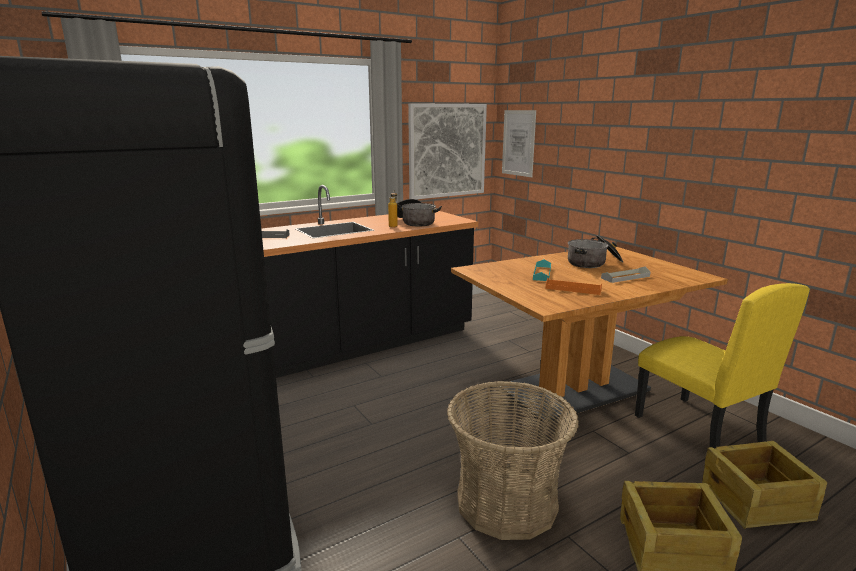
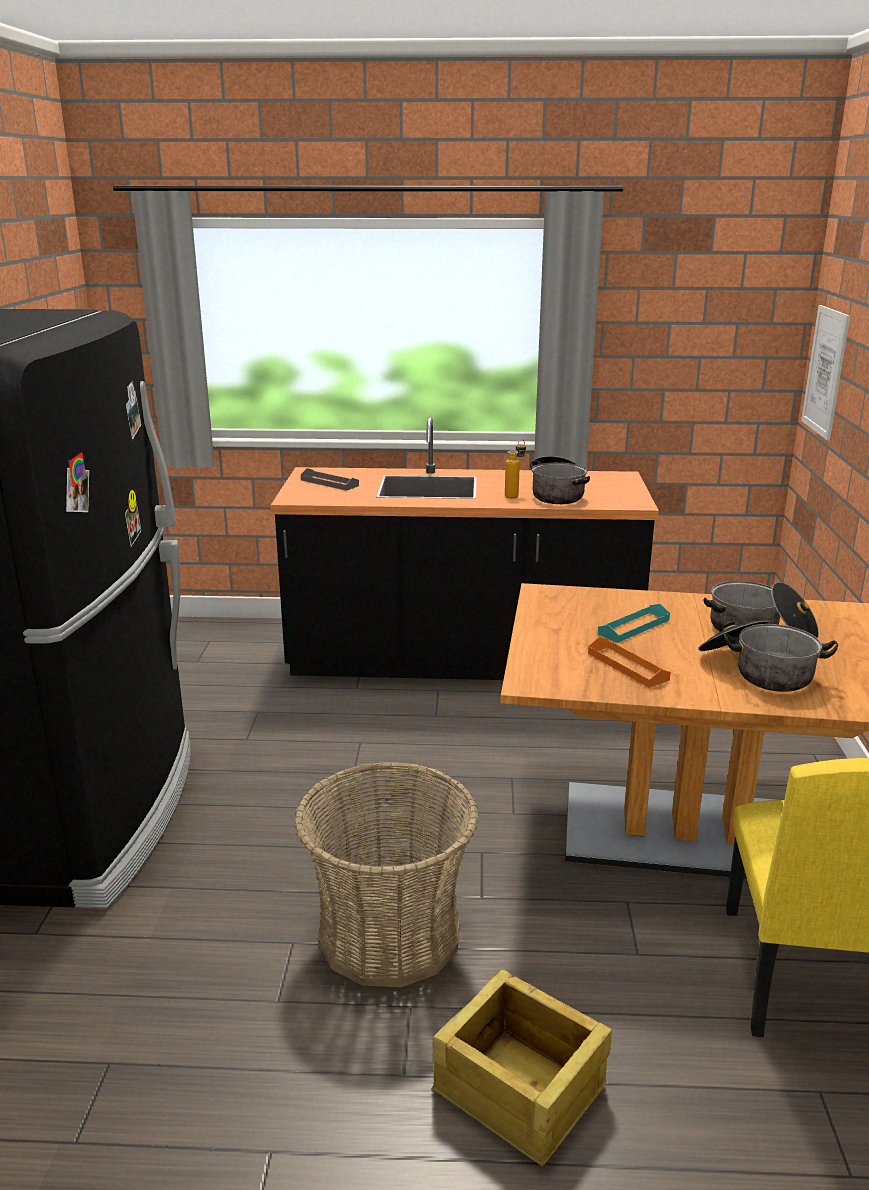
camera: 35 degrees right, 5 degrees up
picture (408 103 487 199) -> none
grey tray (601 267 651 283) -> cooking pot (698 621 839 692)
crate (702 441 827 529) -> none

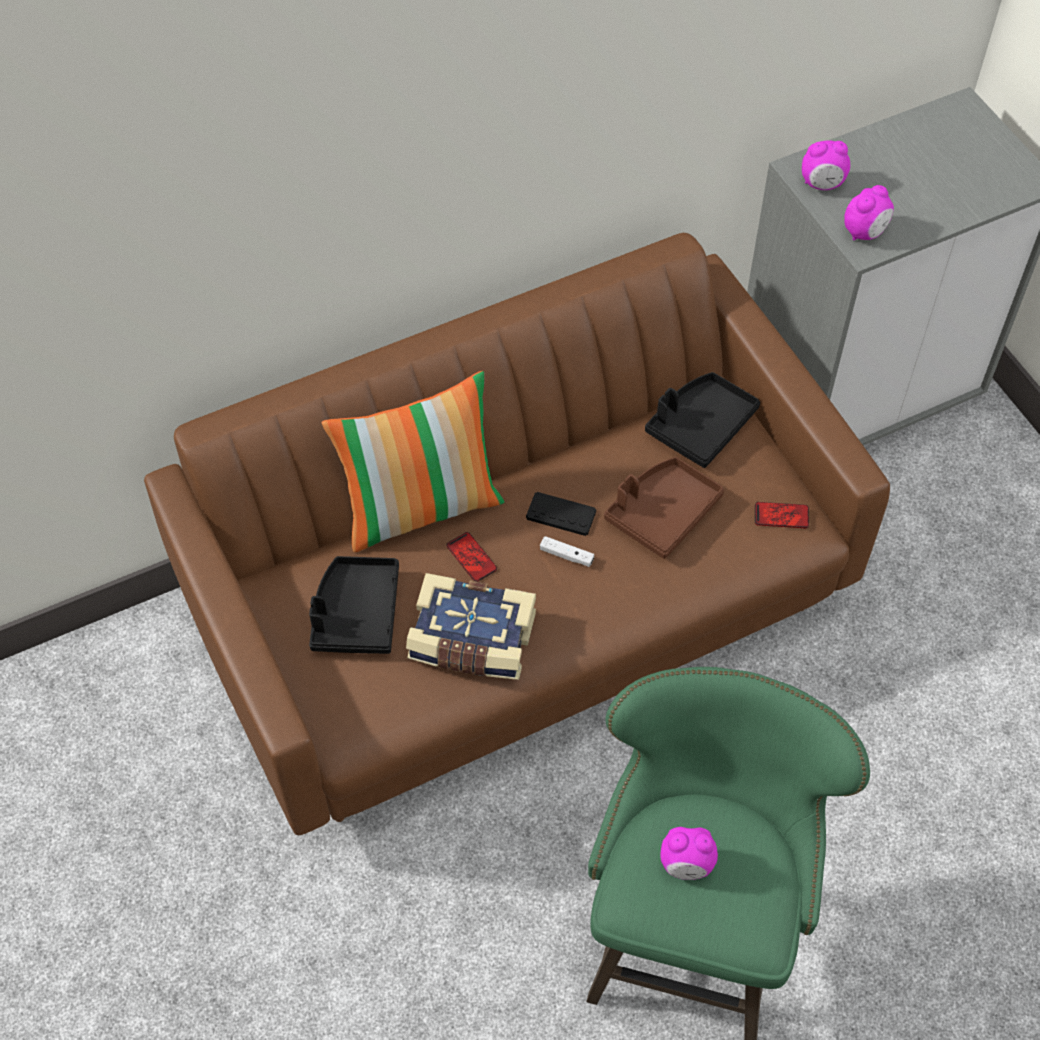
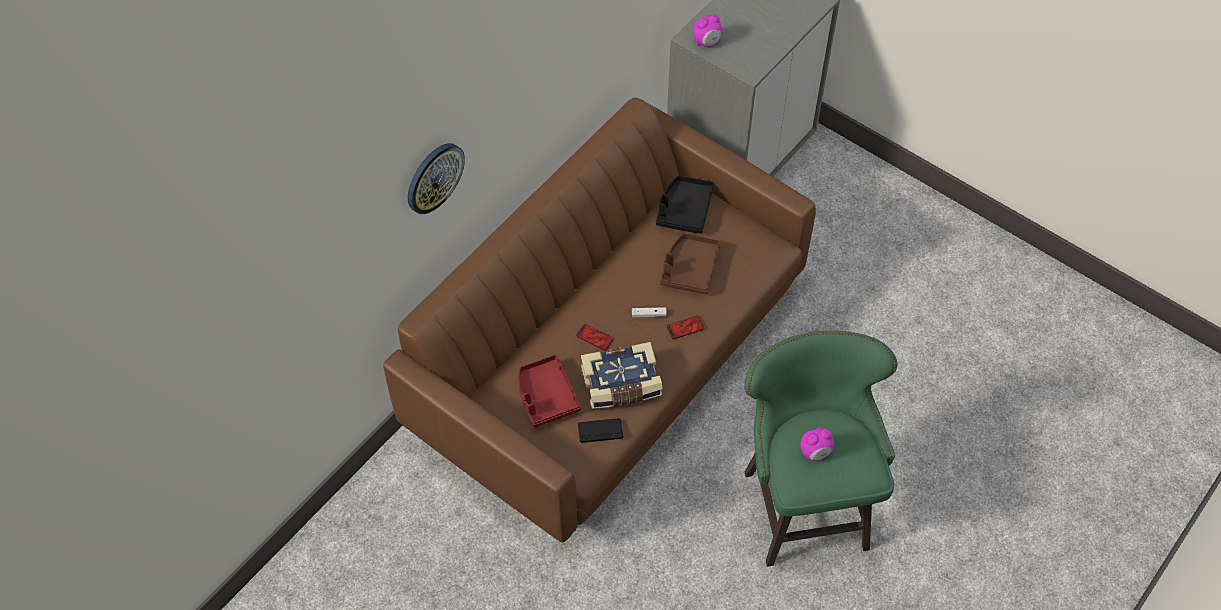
camera: 25 degrees left, 0 degrees up
alarm clock (844 185 894 241) -> none
pillow (322 371 505 553) -> none
black game controller (526 492 596 536) -> black game controller (578 418 623 443), moved
phone (755 502 809 528) -> phone (667 316 704 339), moved
black tray (309 556 399 654) -> red tray (518 355 581 427)
none -> wall clock (408 143 465 214)

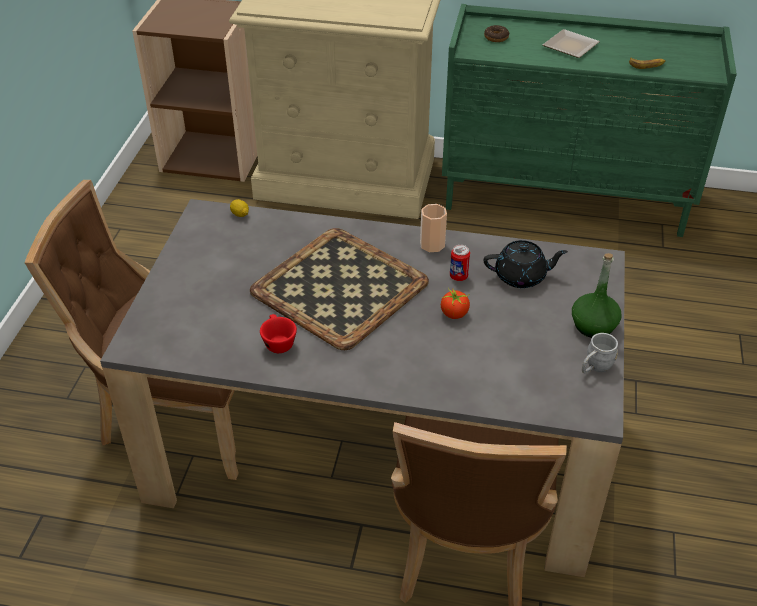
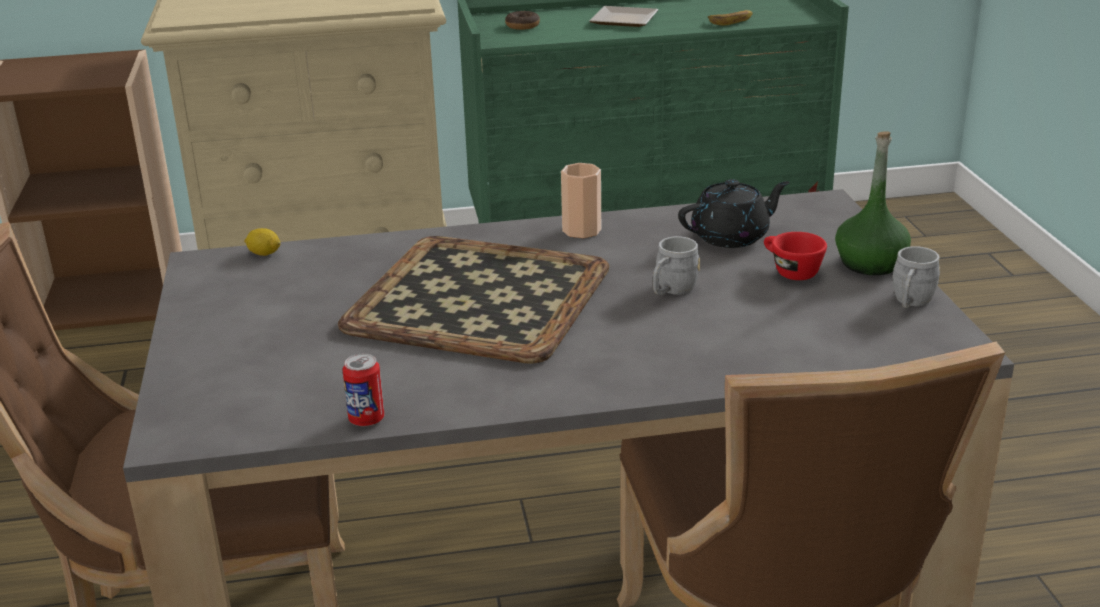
camera: 20 degrees left, 15 degrees down
can (450 245 470 281) -> can (342 354 384 427), moved
tomato (441 288 470 319) -> grey mug (653 236 700 295)
red cup (260 314 297 353) -> red cup (764 232 827 280), moved

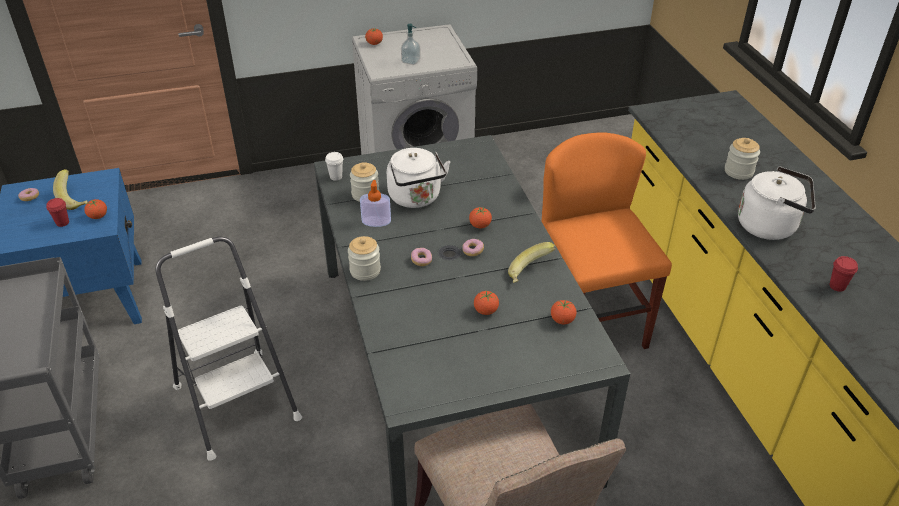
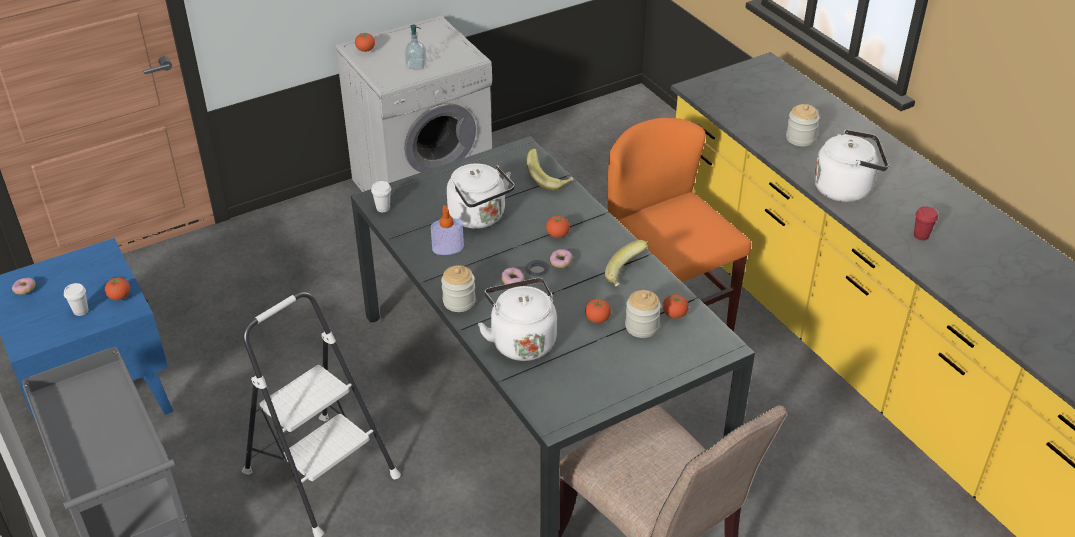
camera: 15 degrees left, 0 degrees up
jar (350 162 379 202) -> jar (625 290 661 338), moved
banana (53 169 87 210) -> banana (526 148 574 190), moved
red cup (46 198 69 227) -> white cup (64 283 89 316)
none -> white kettle (478 278 557 361)

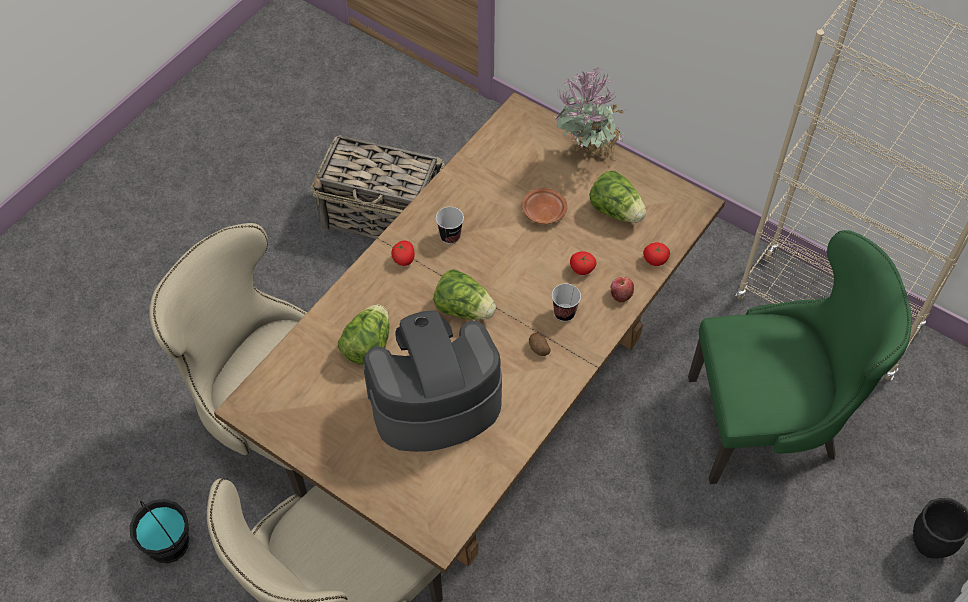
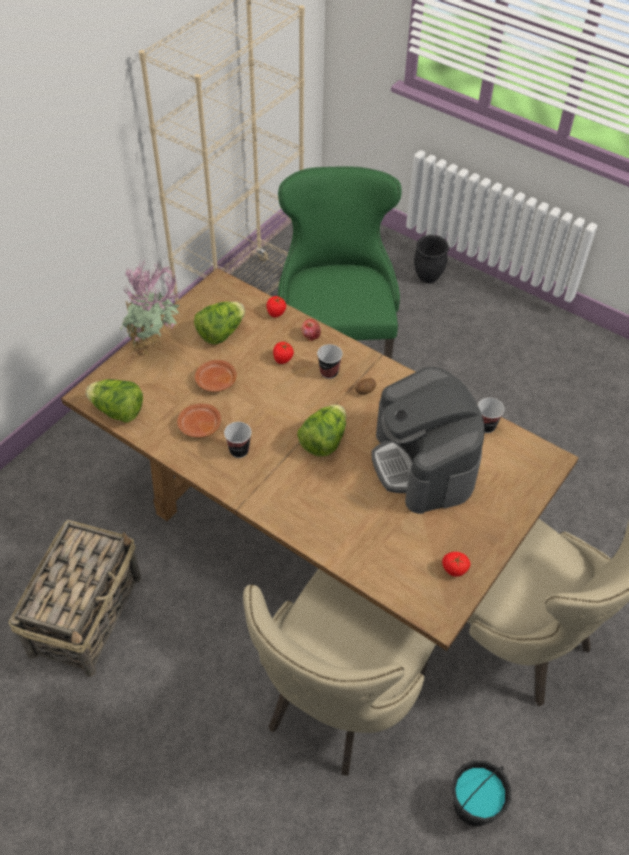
camera: 90 degrees left, 5 degrees down
tomato (391 241 415 266) -> tomato (442 552 470 577), moved
lettuce (338 304 389 366) -> lettuce (86 379 143 423), moved
none -> cup (478 398 504 433)
none -> brown plate (177 403 221 437)

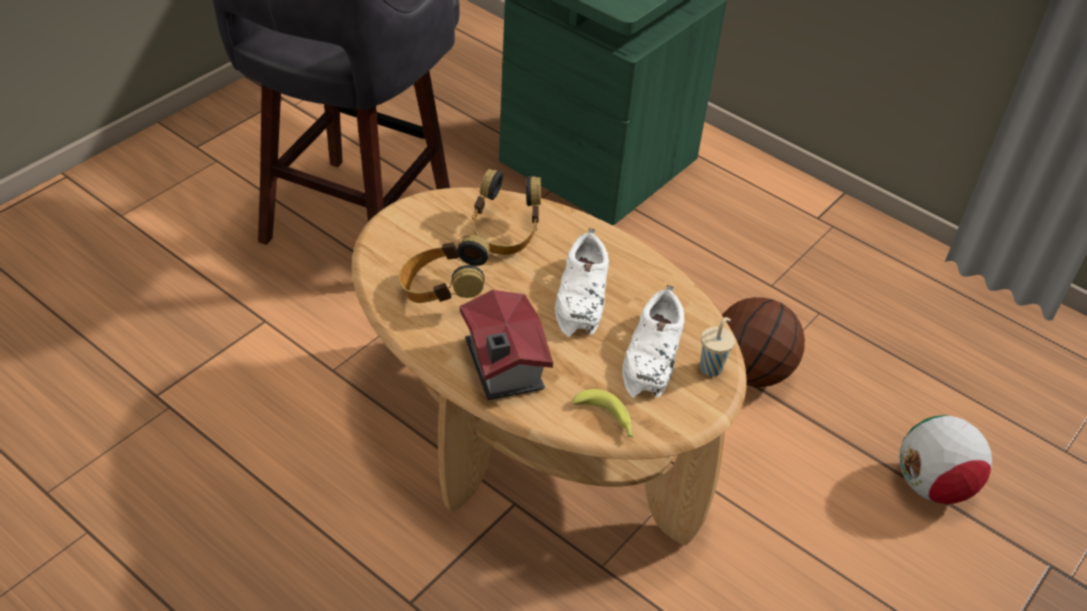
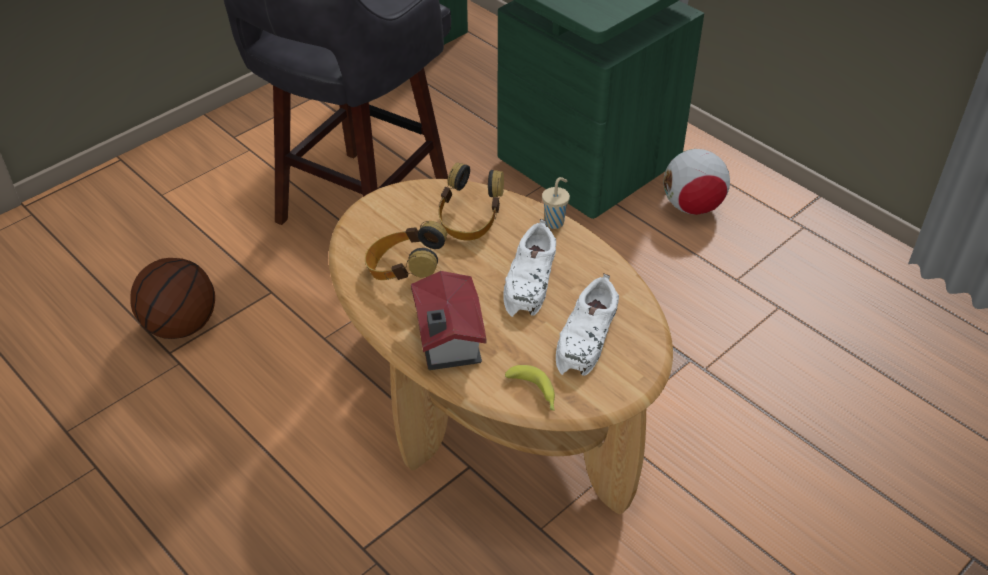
camera: 10 degrees right, 0 degrees up
basketball (722 297 805 387) -> basketball (130 258 215 339), moved
beige cup (700 317 735 377) -> beige cup (542 177 570 229), moved
football (899 415 992 504) -> football (663 149 730 215), moved

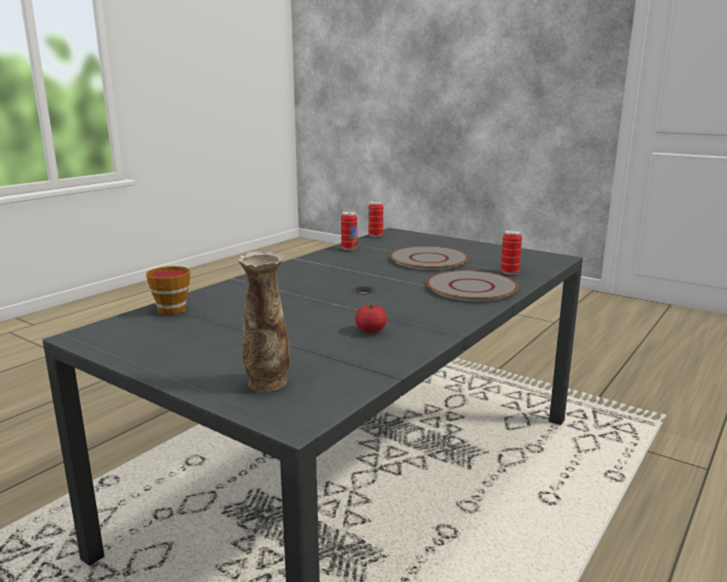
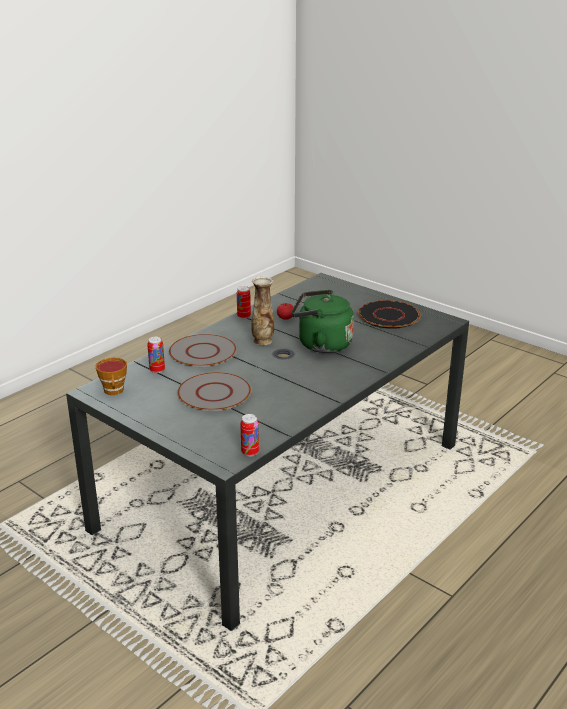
camera: 175 degrees left, 10 degrees up
can (341 211 357 250) -> can (237 286 251 319), moved
vase (237 251 290 392) -> vase (251 276 274 345), moved
cup (146 266 190 315) -> cup (96 358 127 395), moved
none -> green kettle (292 290 354 353)
none -> black plate (358 300 420 329)

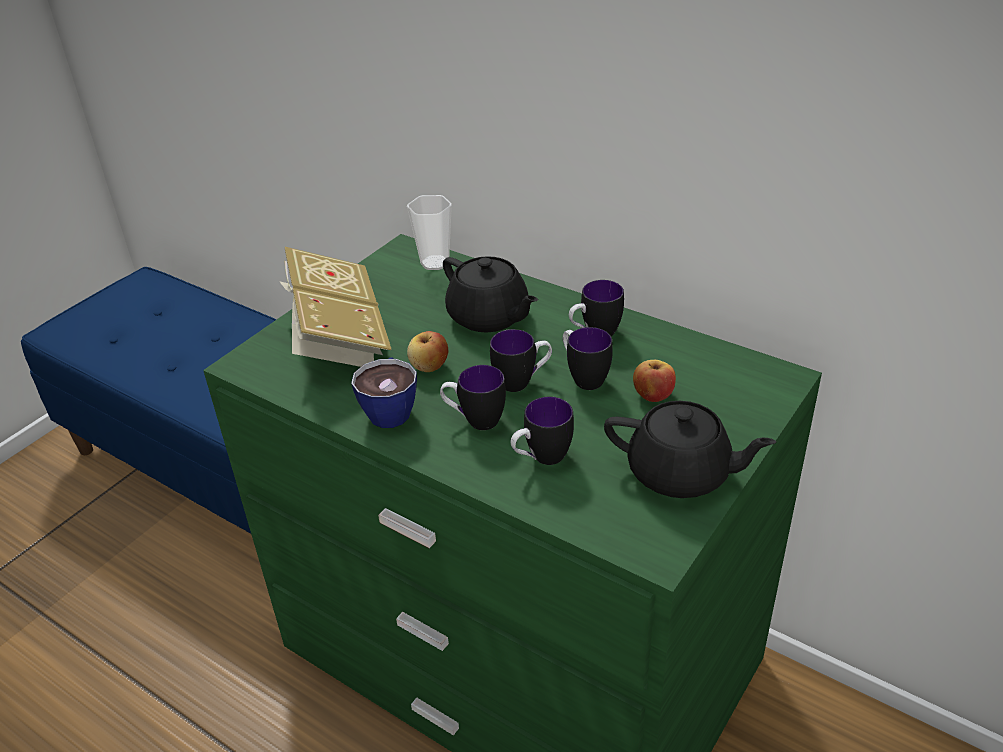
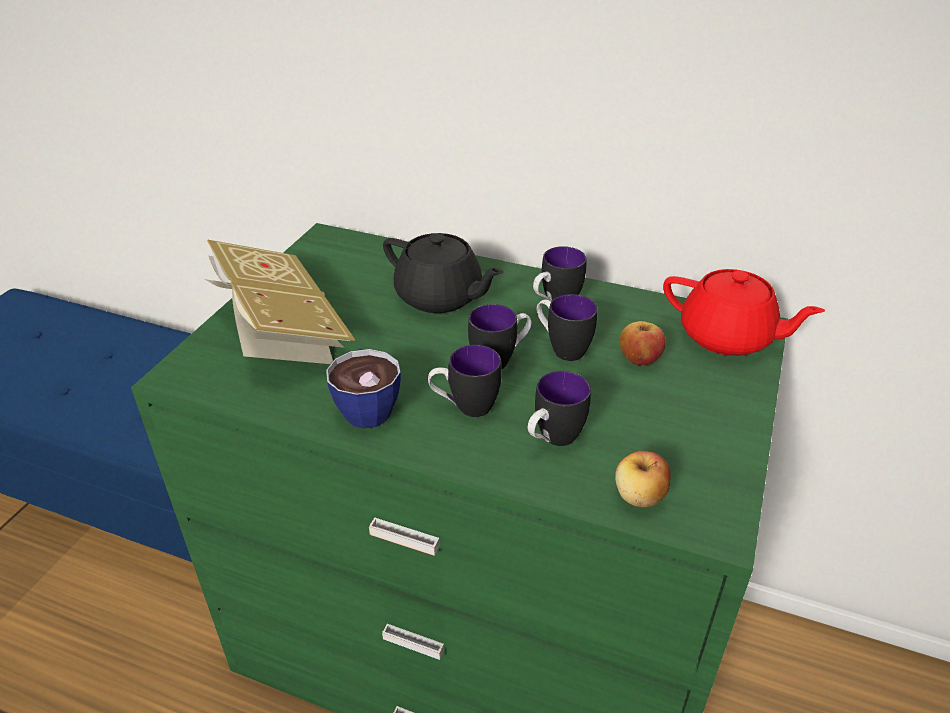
camera: 15 degrees left, 0 degrees up
cup (407 195 452 270) -> none
apple (407 331 448 372) -> apple (615 451 671 508), moved
black teapot (604 401 776 498) -> none
none -> red teapot (663 269 825 356)

